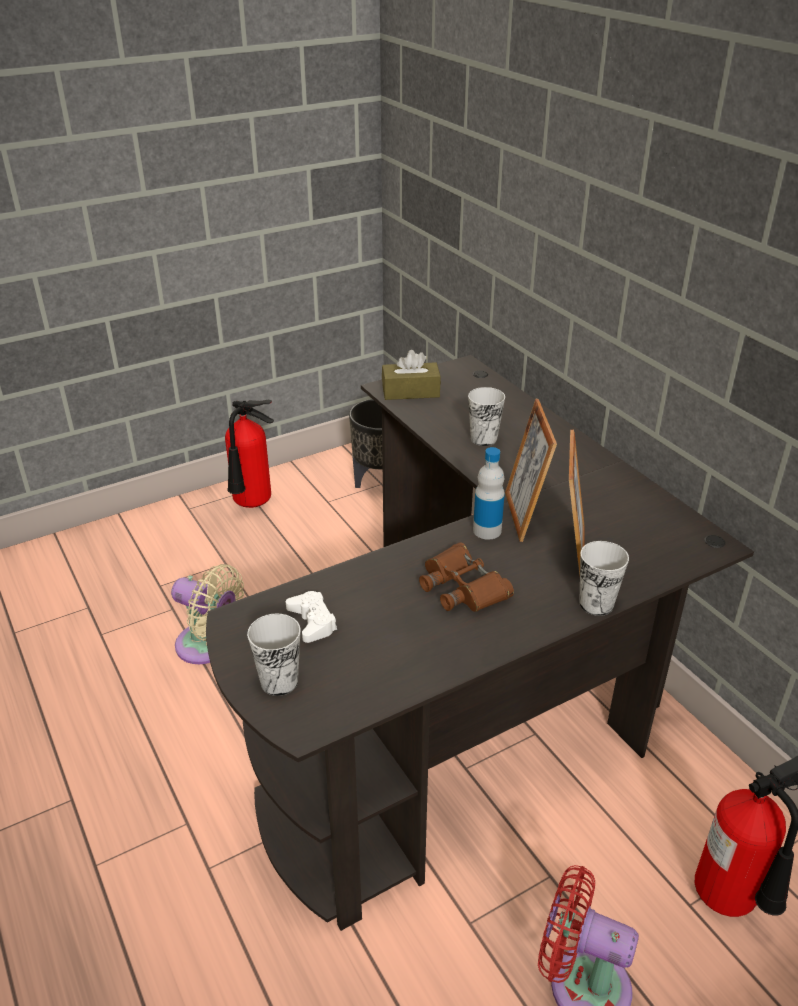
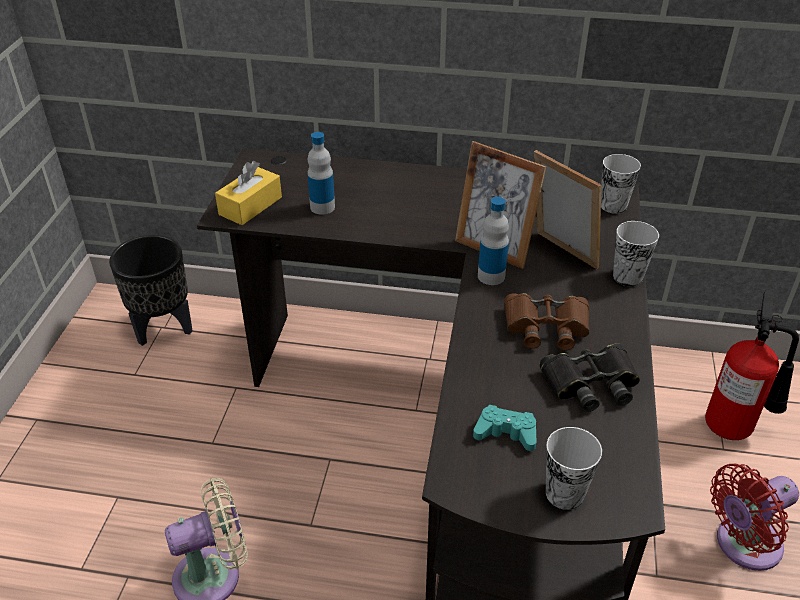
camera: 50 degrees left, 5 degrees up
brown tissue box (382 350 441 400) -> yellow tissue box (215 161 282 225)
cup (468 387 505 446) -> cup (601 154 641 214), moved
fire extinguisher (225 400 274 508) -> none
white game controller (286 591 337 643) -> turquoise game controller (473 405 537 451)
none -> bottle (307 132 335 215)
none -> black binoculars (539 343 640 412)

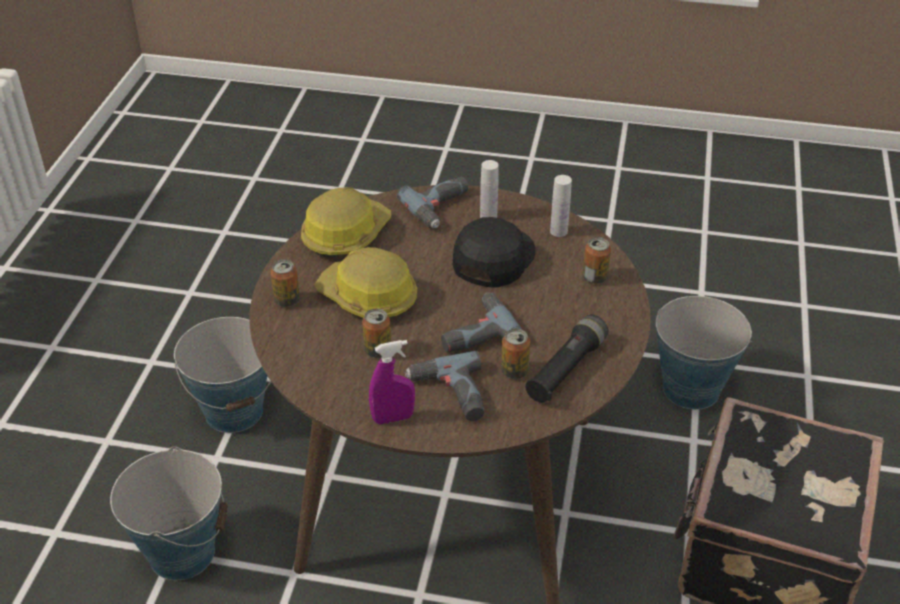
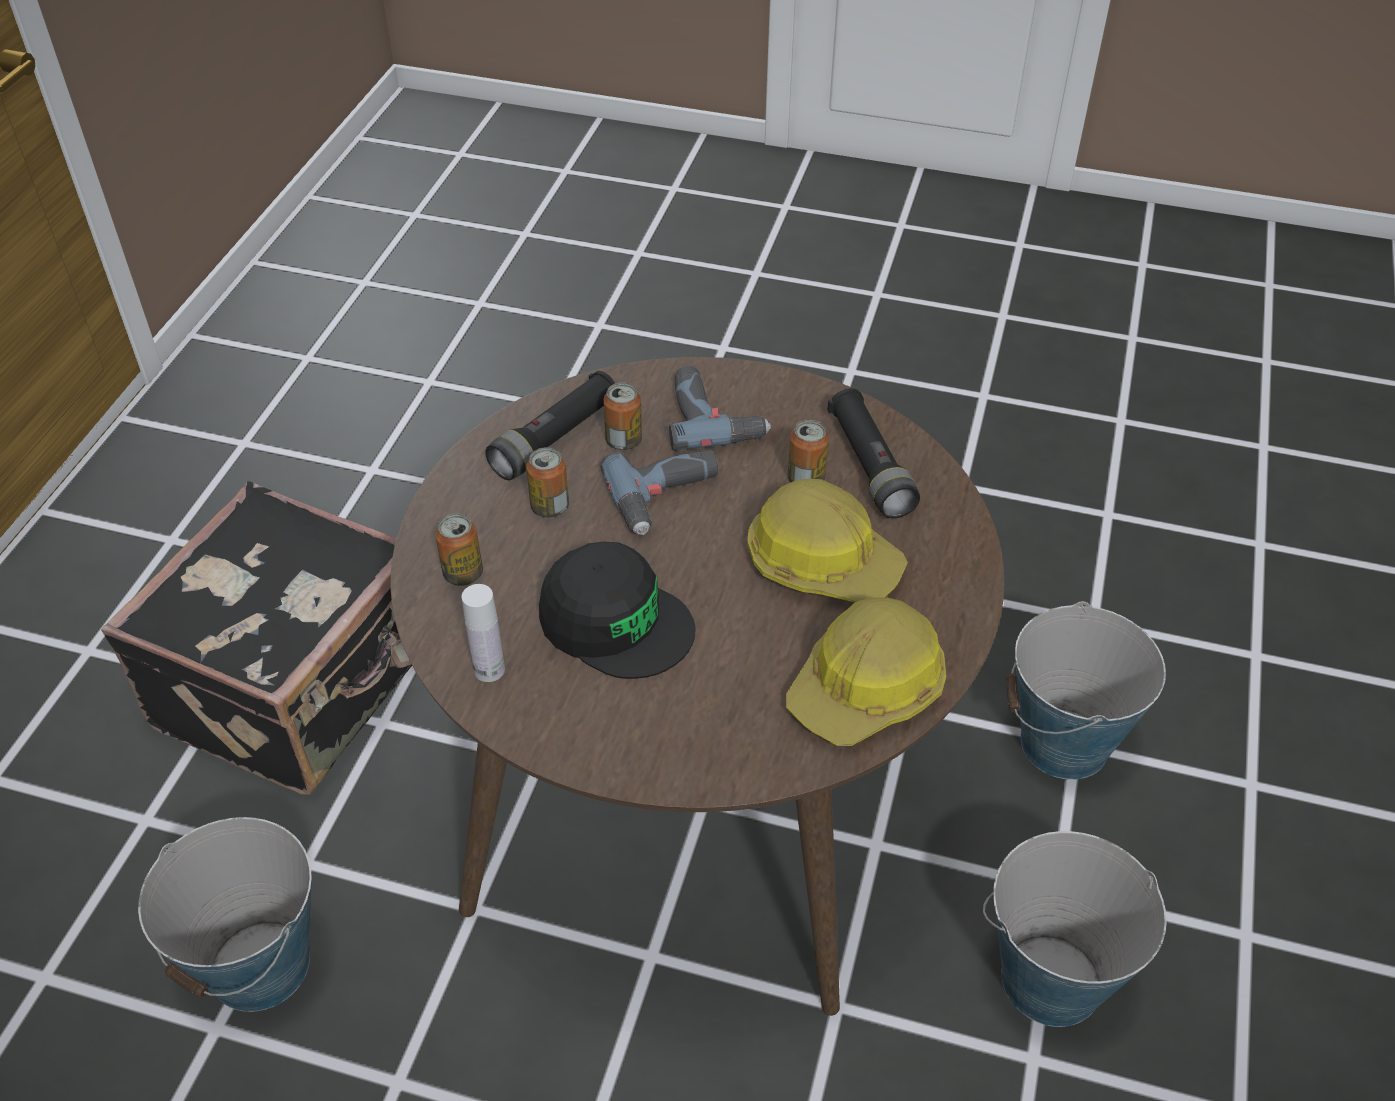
camera: 175 degrees left, 5 degrees up
white bottle (480 160 499 218) -> none
power drill (397 176 468 229) -> none
black cap (453 217 536 288) -> black cap (539 541 696 679), 90 degrees counterclockwise
can (270 259 300 307) -> can (526 447 569 518), moved
purple spray bottle (369 340 415 424) -> none
none -> black flashlight (828 388 920 518)

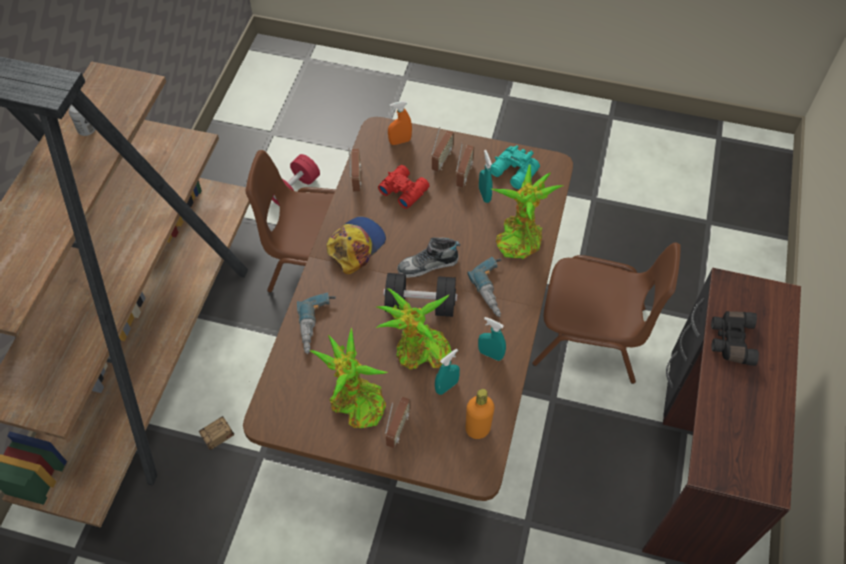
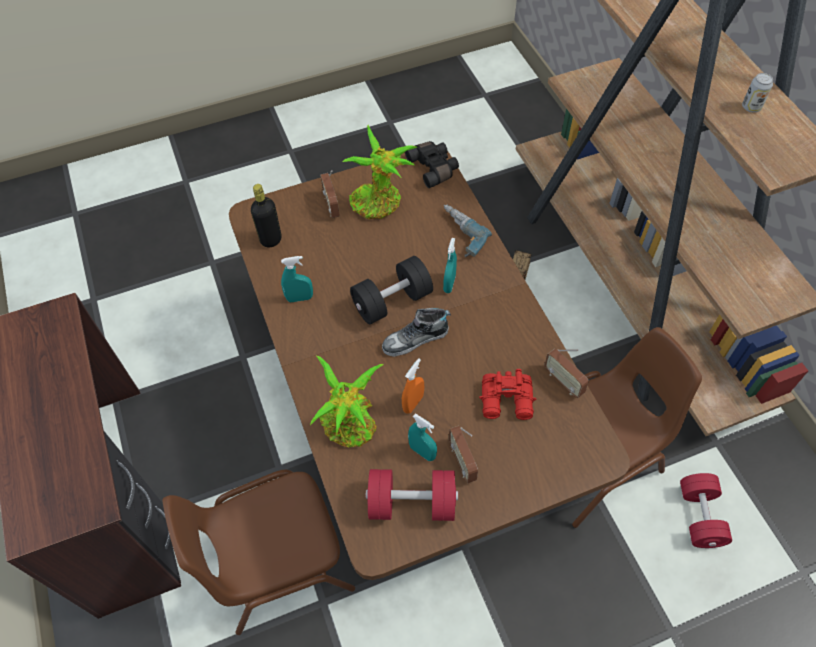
camera: 145 degrees right, 0 degrees up
orange spray bottle (388 101 412 145) -> orange spray bottle (402 358 424 413), moved
radio (431 127 454 172) -> none
turquoise binoculars (491 145 540 189) -> red dumbbell (366 469 458 521)
cap (326 216 386 274) -> none
shoe (398 238 460 278) -> shoe (382 308 451 357), 150 degrees counterclockwise
power drill (467 257 501 317) -> none
potted plant (376 288 451 370) -> none
black binoculars (711 311 759 366) -> black binoculars (405 141 459 188), moved
turquoise spray bottle (435 349 460 395) -> turquoise spray bottle (443 238 457 293), moved
orange bottle (465 389 494 439) -> black bottle (251 184 281 248)

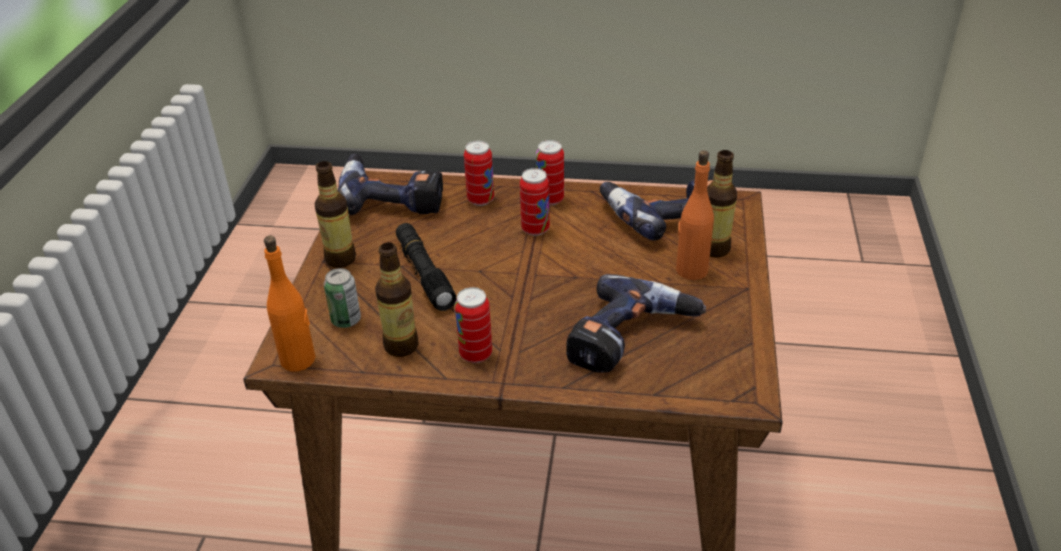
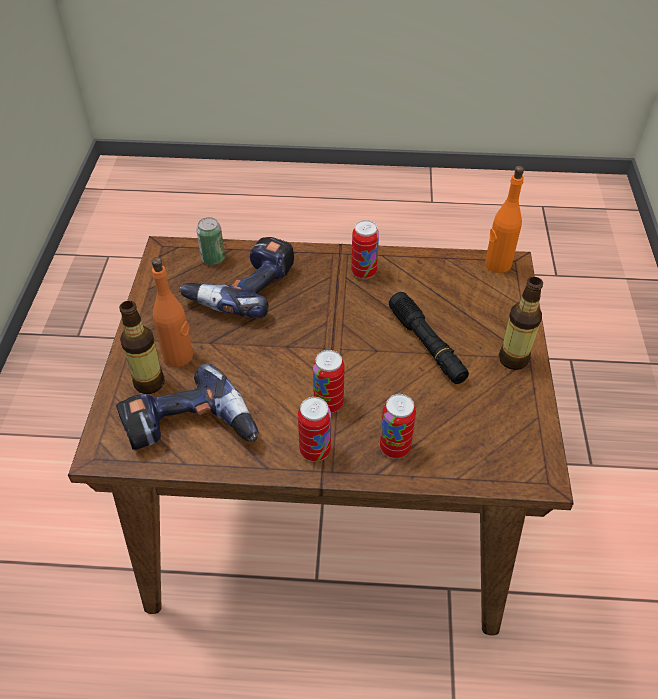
camera: 175 degrees right, 10 degrees up
power drill (338 154 443 215) -> none
bottle (375 242 418 357) -> none
can (324 268 361 328) -> can (196 217 225 265), moved

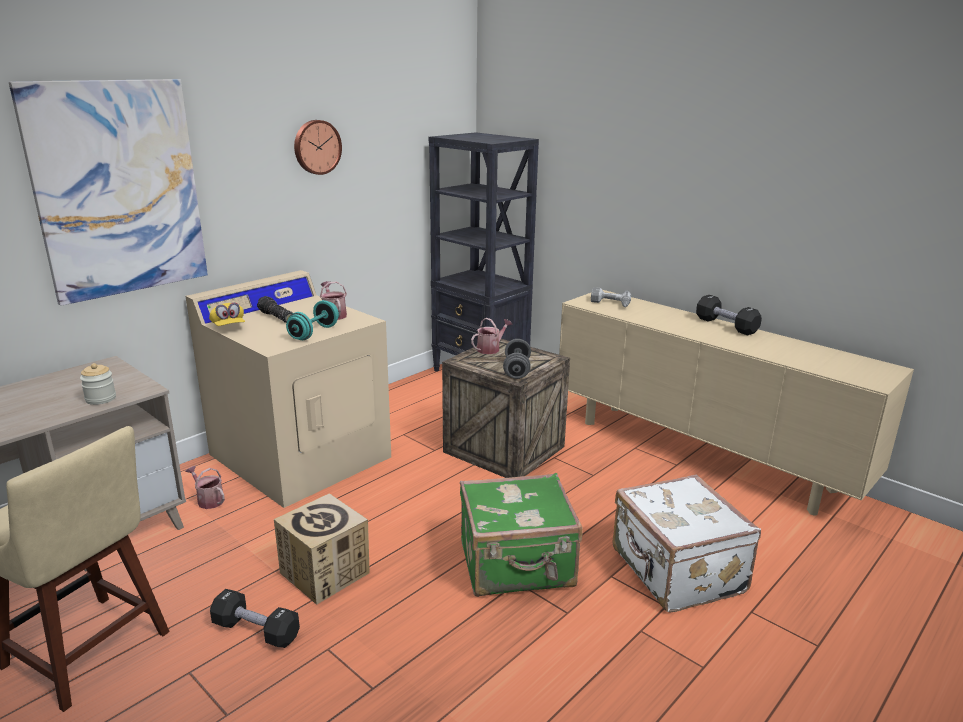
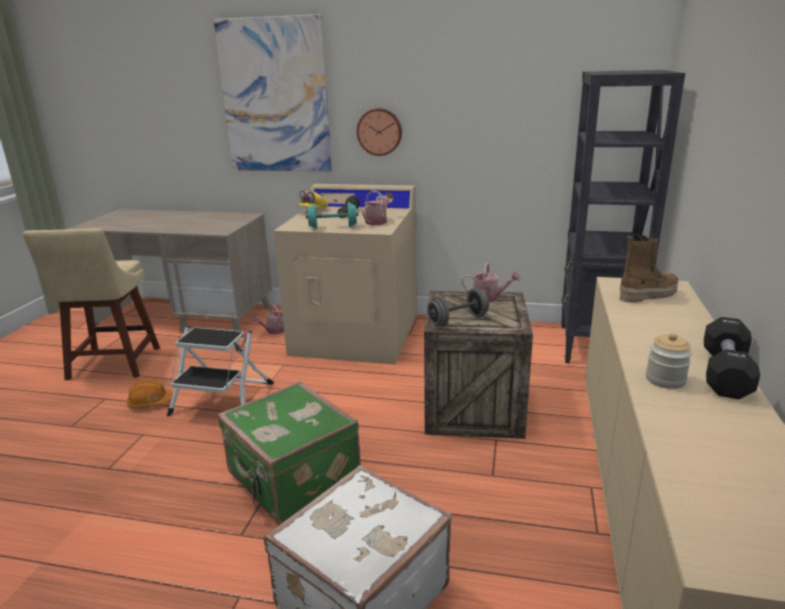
camera: 60 degrees right, 0 degrees up
wall clock (294 120 342 175) -> wall clock (357 108 402 156), moved
power drill (591 287 631 307) -> boot (620 234 678 303)
jar (80 363 116 405) -> jar (646 333 692 389), moved
watering can (186 466 225 509) -> watering can (251 304 284 334), 135 degrees counterclockwise
cardboard box (274 493 370 605) -> step ladder (167 326 274 417)
black dumbbell (210 589 300 648) -> orange hard hat (126 378 173 408)

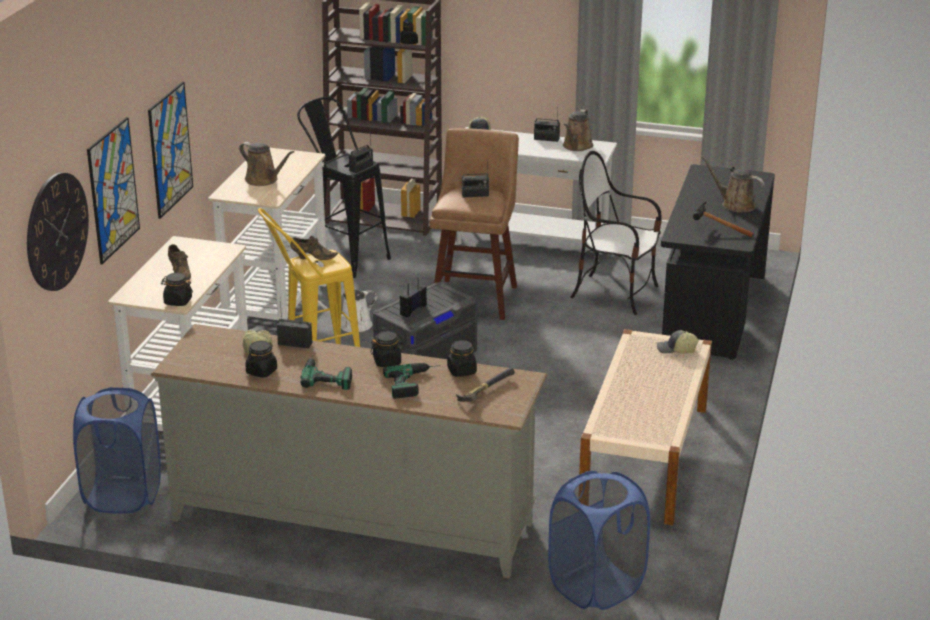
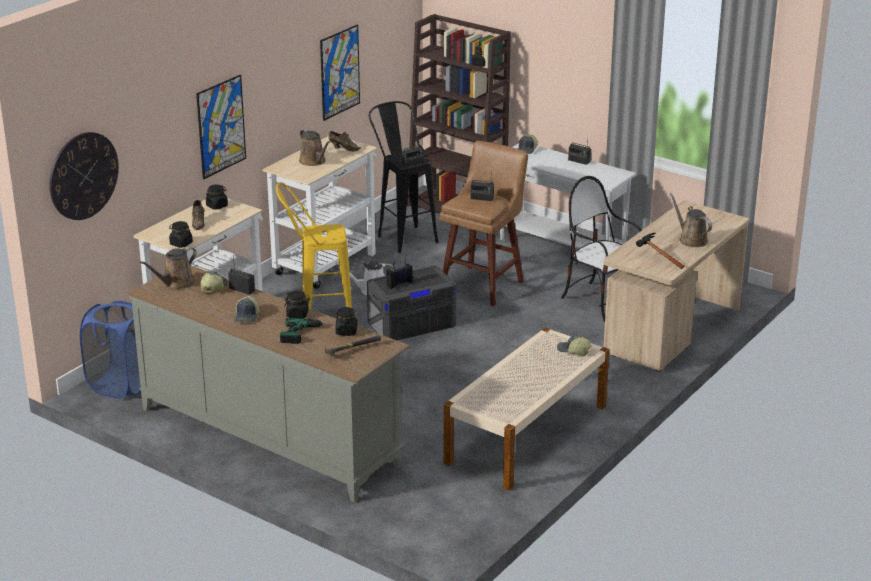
camera: 20 degrees right, 0 degrees up
brown watering can (563 109 593 151) -> brown watering can (140 246 197 290), moved
picture (87 117 140 264) -> picture (320 25 360 121), moved
black desk (661 164 775 360) -> beige desk (603 201 749 372)
brown shoe (290 236 338 260) -> brown shoe (329 131 362 151), moved
black jar (245 341 277 378) -> black jar (206 185 228 210), moved
power drill (300 356 352 390) -> cap (234 296 259 323)
blue laundry basket (548 471 650 610) -> none

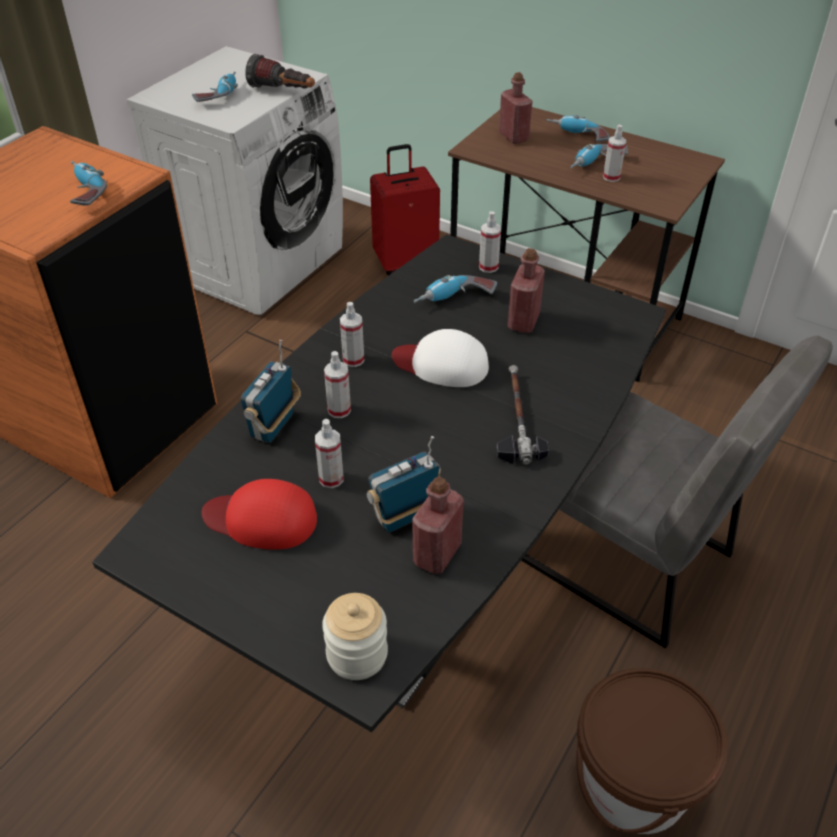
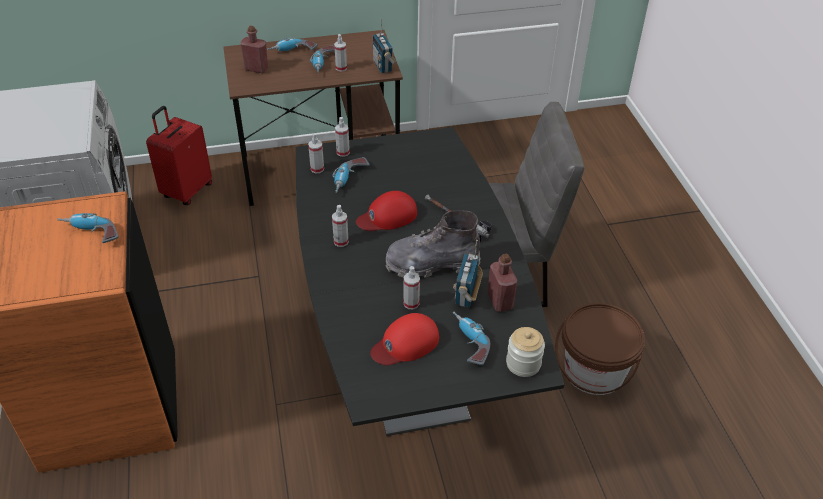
camera: 45 degrees left, 0 degrees up
flashlight (245 54 315 89) -> none
power drill (192 71 238 102) -> power drill (453 312 490 365), moved
red bottle (507 248 545 333) -> none
white cap (392 329 489 387) -> red cap (356 191 417 231)
radio (240 340 301 443) -> radio (373 19 396 73), moved
spray bottle (324 351 351 418) -> spray bottle (308 133 324 173), moved
none -> grey boot (385 211 481 278)

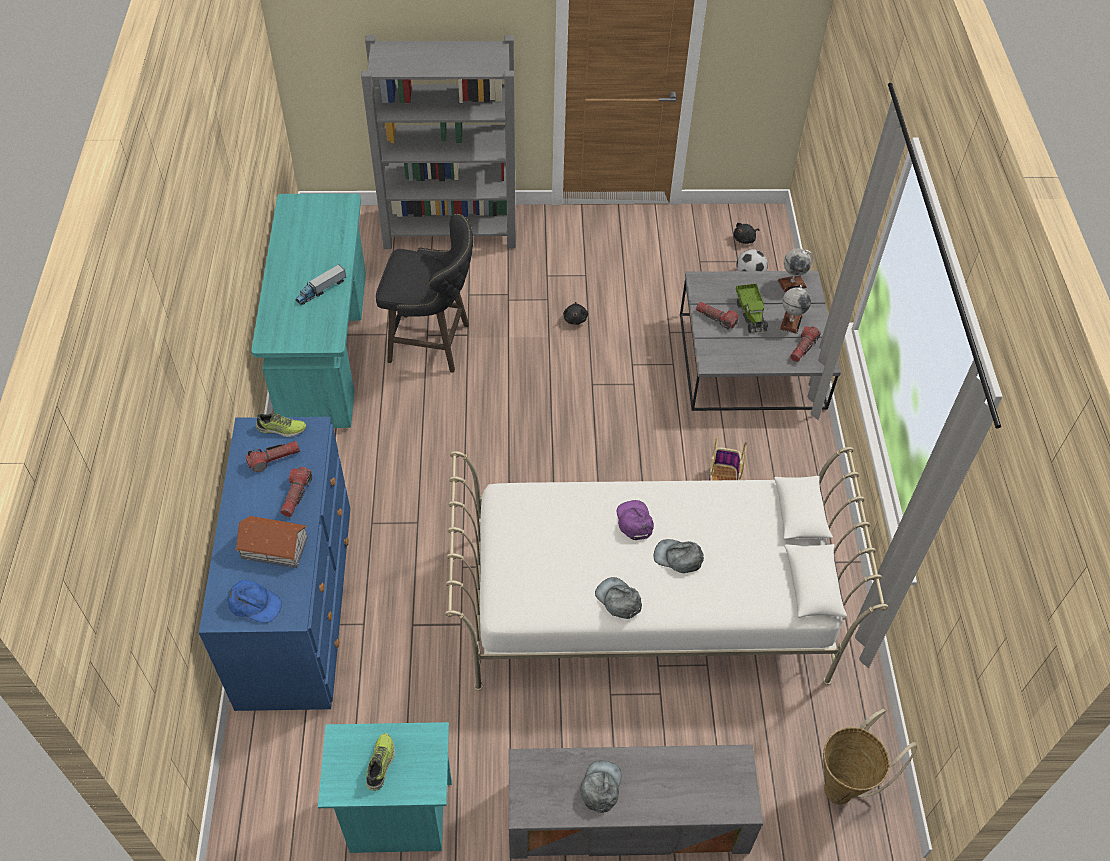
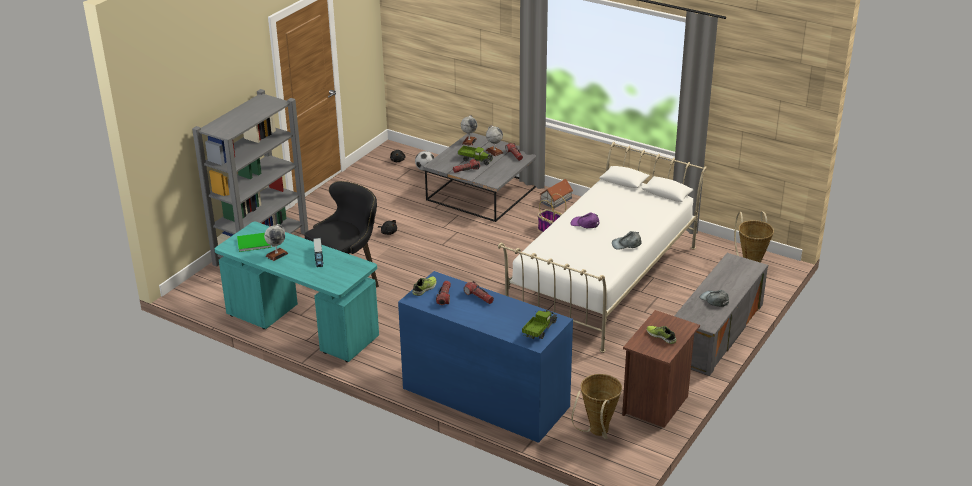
camera: 55 degrees left, 20 degrees down
toy house (235 516 308 568) -> toy house (539 179 573 208), moved
grey cap (653 539 704 573) -> none
blue cap (227 580 282 623) -> toy truck (522 310 557 339)
turquoise nightstand (318 722 452 853) -> brown nightstand (622 310 700 428)
none -> globe (264 224 289 261)
none -> green book (237 233 271 252)
none -> basket (572 374 622 439)

